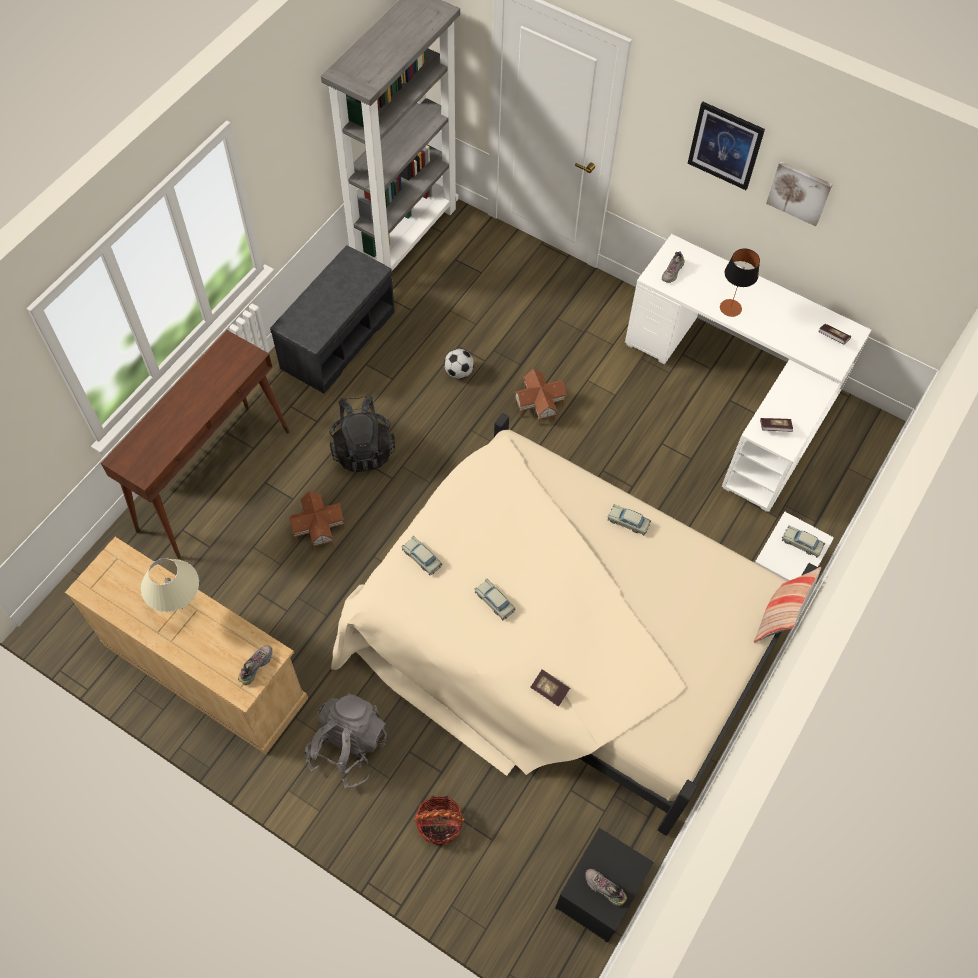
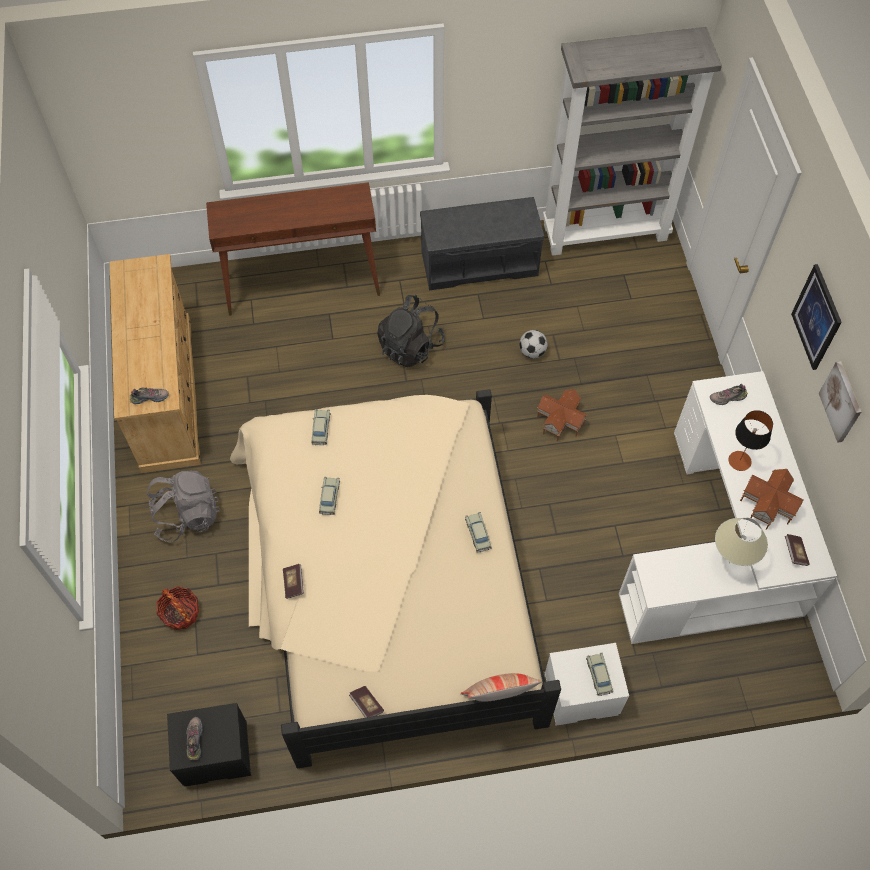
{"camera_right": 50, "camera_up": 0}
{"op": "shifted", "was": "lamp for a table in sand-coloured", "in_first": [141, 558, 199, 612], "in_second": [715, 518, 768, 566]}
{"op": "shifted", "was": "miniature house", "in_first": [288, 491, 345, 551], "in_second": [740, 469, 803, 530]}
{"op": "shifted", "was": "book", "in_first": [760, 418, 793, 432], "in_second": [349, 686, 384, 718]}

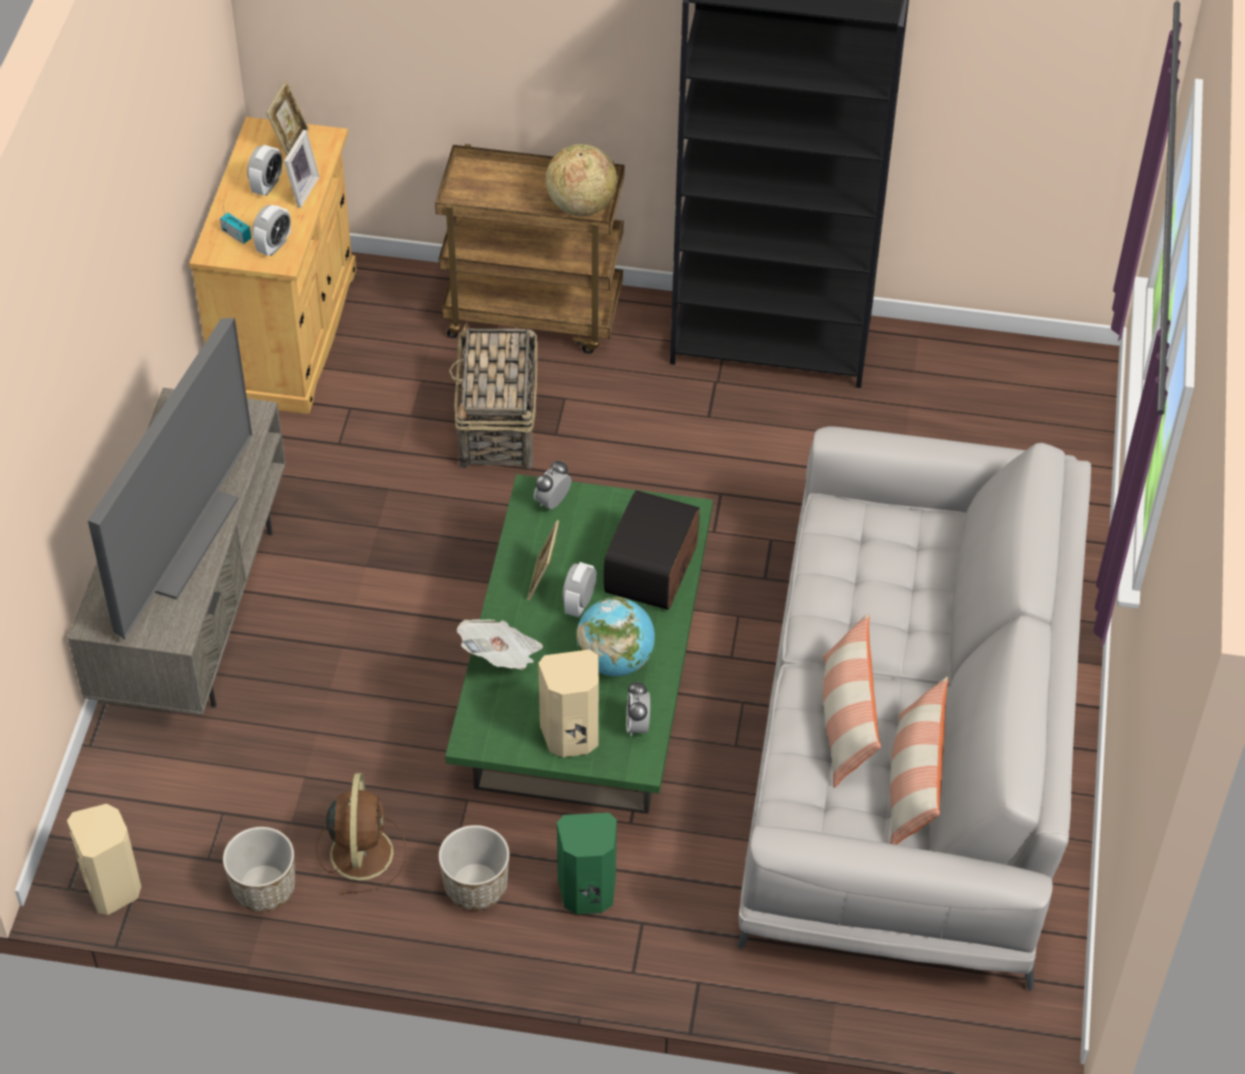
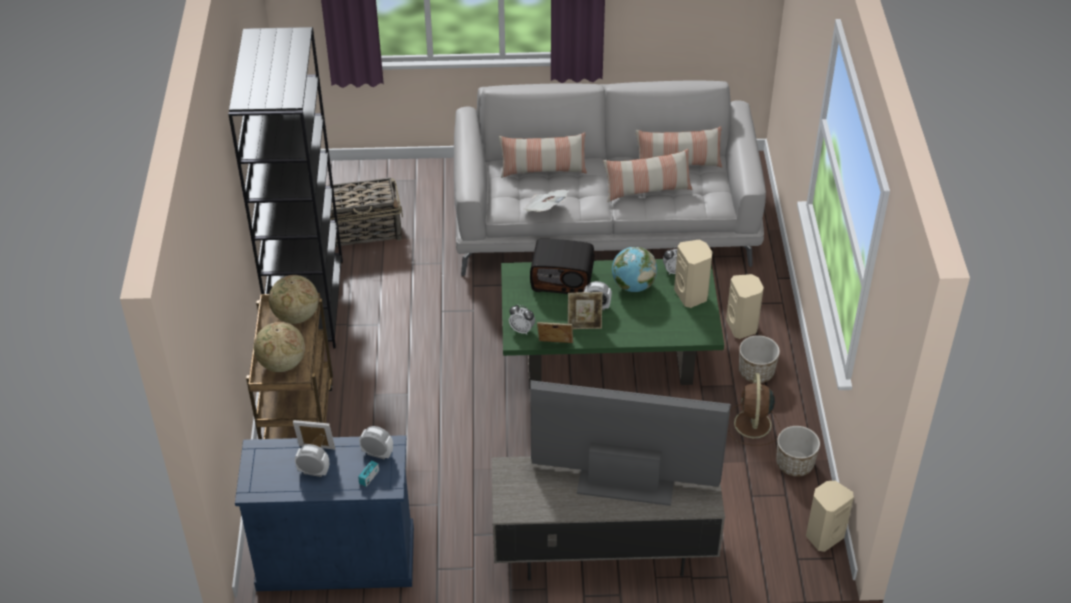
{"camera_right": -100, "camera_up": -5}
{"op": "new", "now": "globe", "in_second": [254, 322, 305, 372]}
{"op": "new", "now": "throw pillow", "in_second": [499, 133, 587, 178]}
{"op": "shifted", "was": "standing frame", "in_first": [266, 81, 309, 156], "in_second": [537, 322, 573, 343]}
{"op": "shifted", "was": "basket", "in_first": [449, 323, 538, 469], "in_second": [327, 178, 403, 248]}
{"op": "shifted", "was": "newspaper", "in_first": [457, 619, 543, 670], "in_second": [523, 189, 569, 212]}
{"op": "repainted", "was": "cabinet in sand-coloured", "now": "cabinet in bluish", "in_first": [189, 117, 357, 414], "in_second": [235, 435, 414, 591]}
{"op": "repainted", "was": "speaker in greenish", "now": "speaker in sand-coloured", "in_first": [557, 813, 617, 914], "in_second": [726, 274, 764, 339]}
{"op": "rotated", "was": "cooling fan in brown-coloured", "in_first": [316, 773, 407, 895], "in_second": [728, 373, 780, 446], "clockwise": -75}

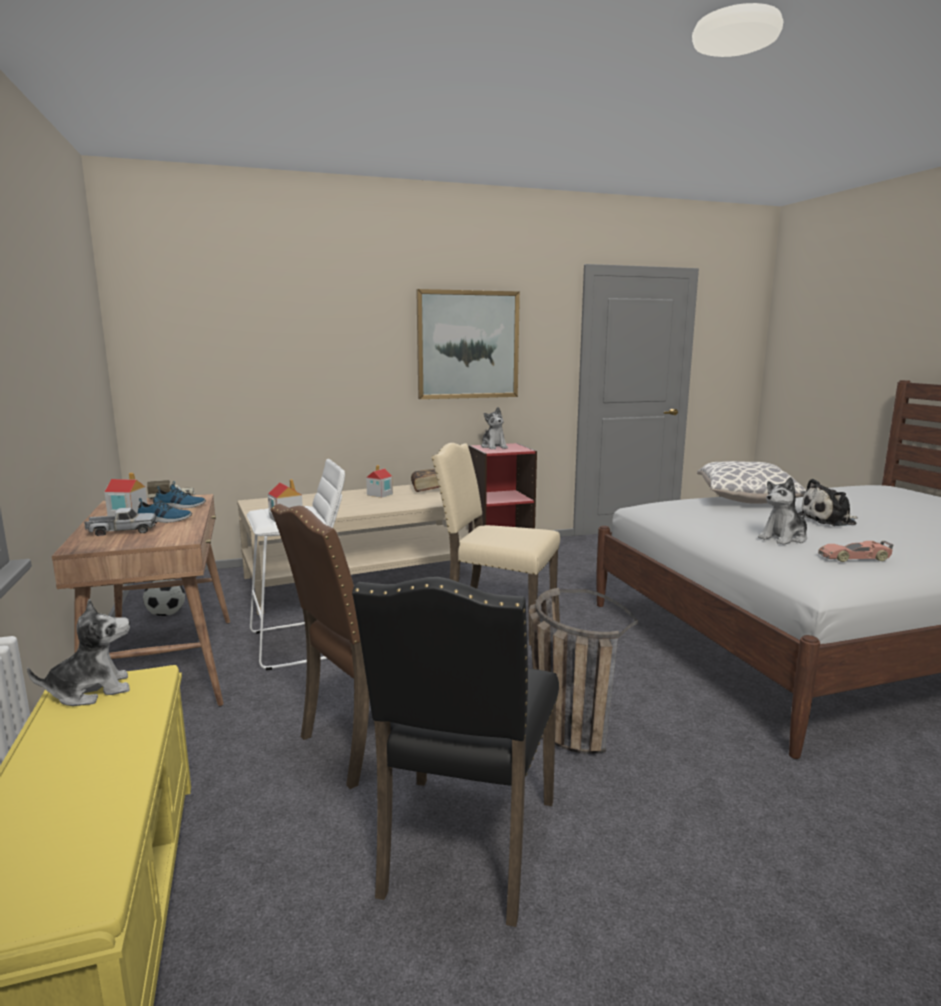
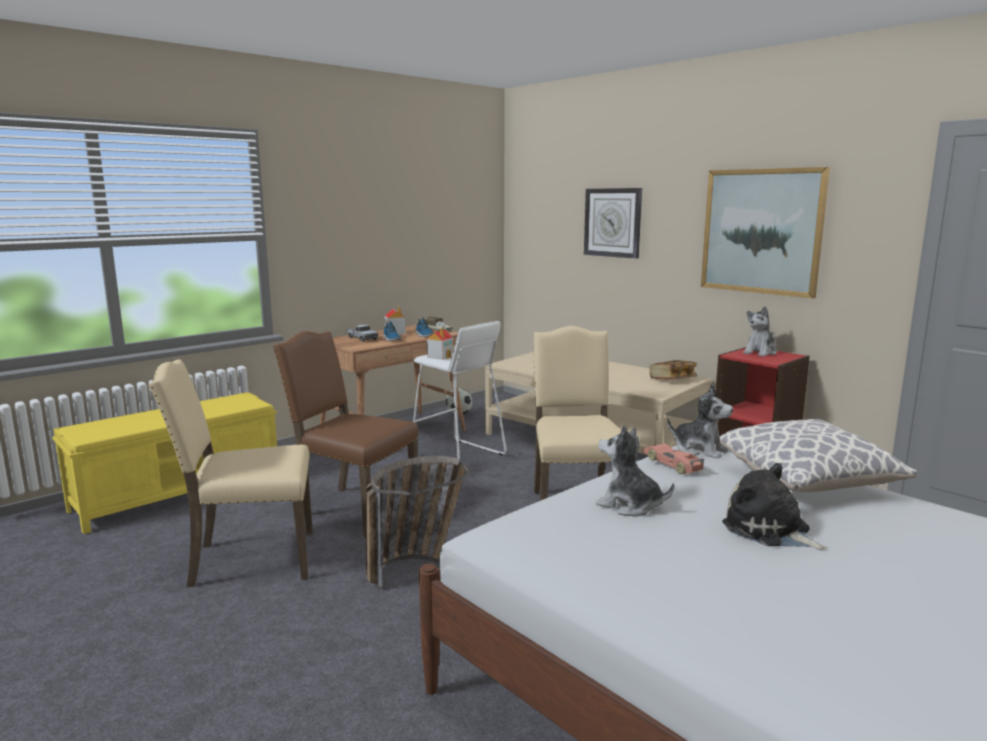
{"camera_right": 65, "camera_up": 0}
{"op": "gone", "was": "miniature house", "in_first": [366, 465, 393, 498]}
{"op": "new", "now": "clock on the wall", "in_second": [584, 188, 642, 259]}
{"op": "shifted", "was": "plush toy", "in_first": [27, 599, 130, 706], "in_second": [667, 385, 733, 458]}
{"op": "shifted", "was": "model car", "in_first": [818, 541, 893, 562], "in_second": [643, 444, 704, 474]}
{"op": "repainted", "was": "upright chair in black-coloured", "now": "upright chair in sand-coloured", "in_first": [352, 577, 559, 927], "in_second": [148, 359, 313, 587]}

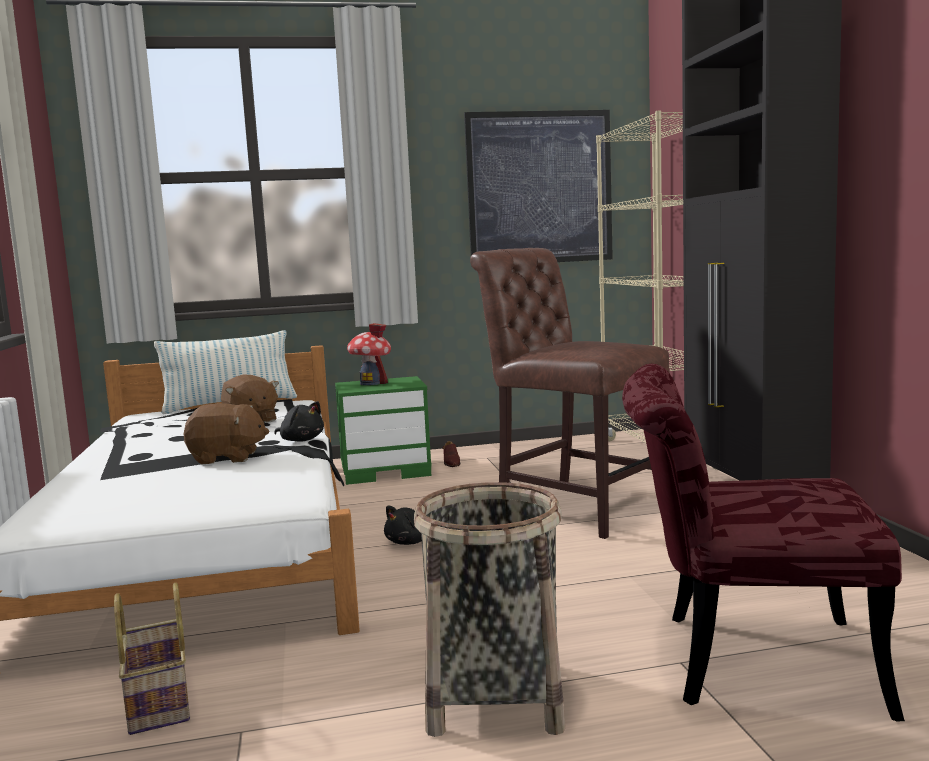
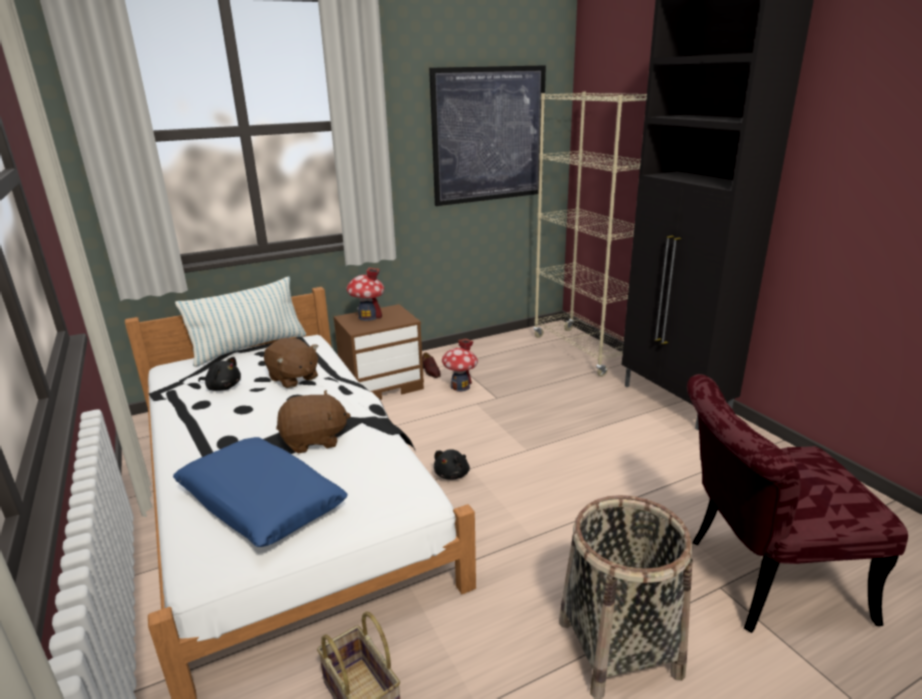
{"camera_right": -15, "camera_up": 15}
{"op": "gone", "was": "upright chair in brown-coloured", "in_first": [470, 248, 670, 539]}
{"op": "new", "now": "throw pillow in bluish", "in_second": [173, 437, 348, 547]}
{"op": "new", "now": "miniature house", "in_second": [442, 339, 478, 392]}
{"op": "shifted", "was": "plush toy in black-coloured", "in_first": [274, 401, 324, 442], "in_second": [198, 357, 241, 390]}
{"op": "repainted", "was": "night table in greenish", "now": "night table in brown-coloured", "in_first": [335, 376, 432, 485], "in_second": [334, 304, 424, 400]}

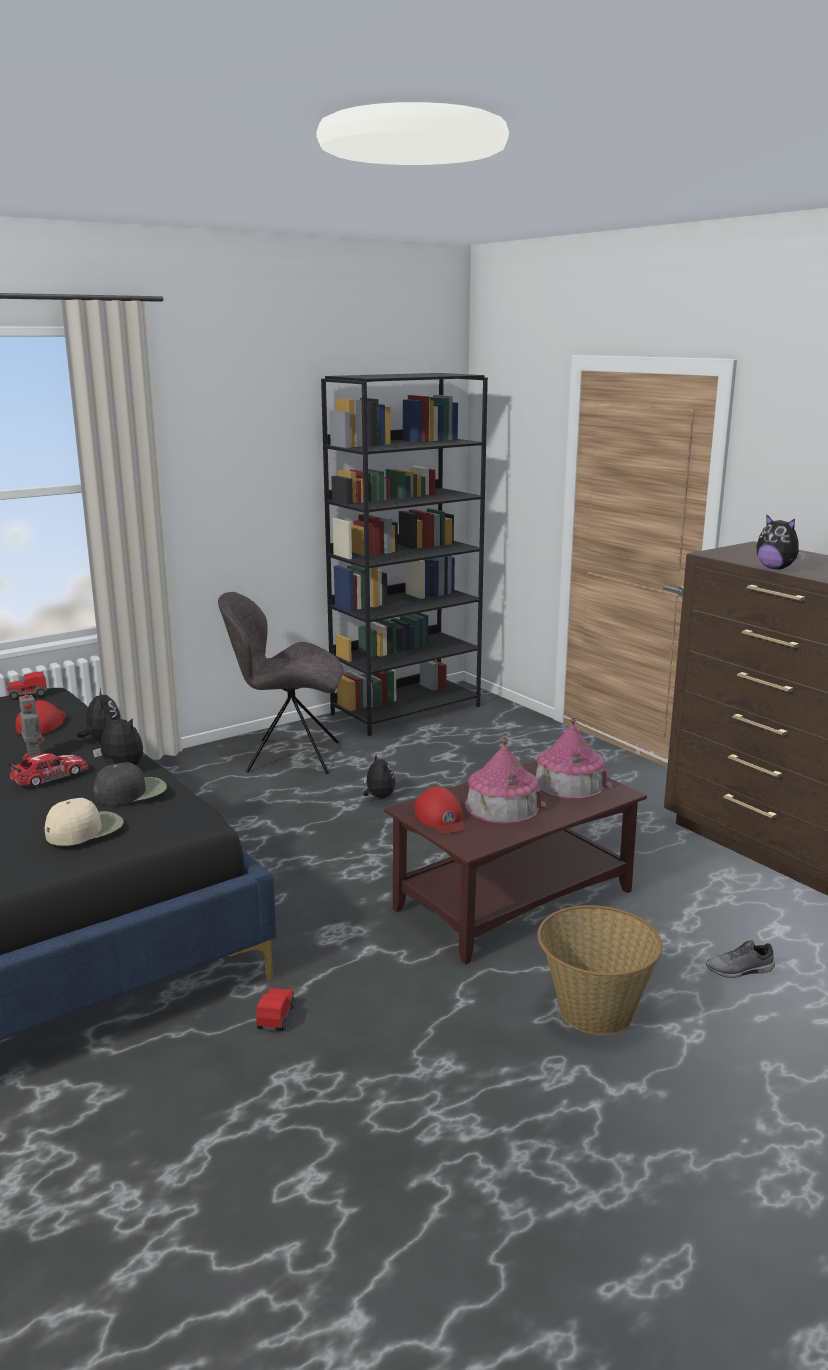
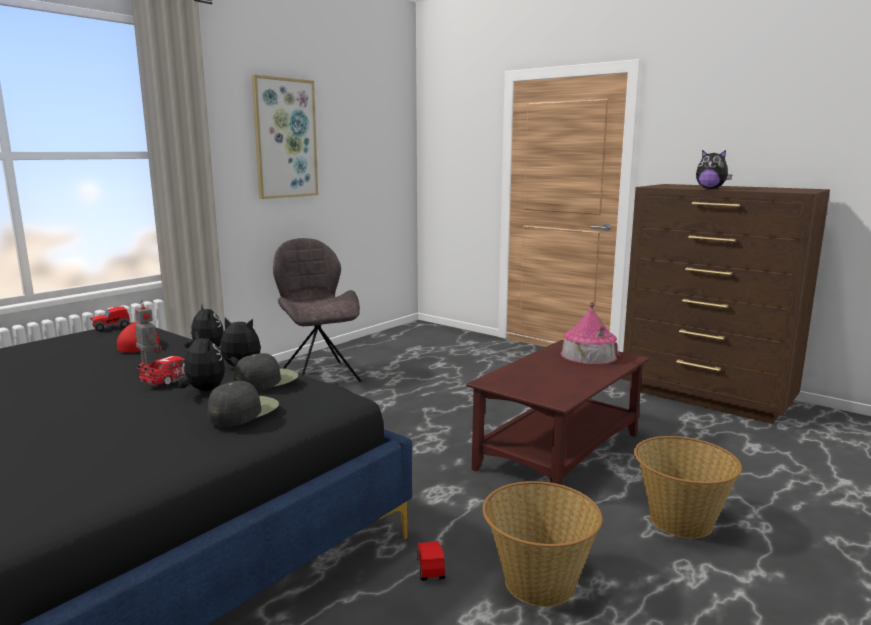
{"camera_right": -15, "camera_up": -5}
{"op": "gone", "was": "shelving unit in black-coloured", "in_first": [321, 373, 488, 736]}
{"op": "gone", "was": "peaked cap in red", "in_first": [415, 787, 465, 833]}
{"op": "gone", "was": "miniature house", "in_first": [465, 736, 547, 824]}
{"op": "gone", "was": "item of footwear in gray", "in_first": [706, 940, 775, 978]}
{"op": "new", "now": "wall picture", "in_second": [252, 74, 318, 199]}
{"op": "new", "now": "basket", "in_second": [482, 481, 603, 607]}
{"op": "shifted", "was": "plush toy", "in_first": [363, 754, 395, 799], "in_second": [178, 331, 225, 391]}
{"op": "repainted", "was": "peaked cap in sand-coloured", "now": "peaked cap in black-coloured", "in_first": [45, 798, 124, 846], "in_second": [208, 381, 279, 426]}
{"op": "rotated", "was": "upright chair in gray", "in_first": [218, 592, 344, 774], "in_second": [273, 238, 361, 382], "clockwise": 75}

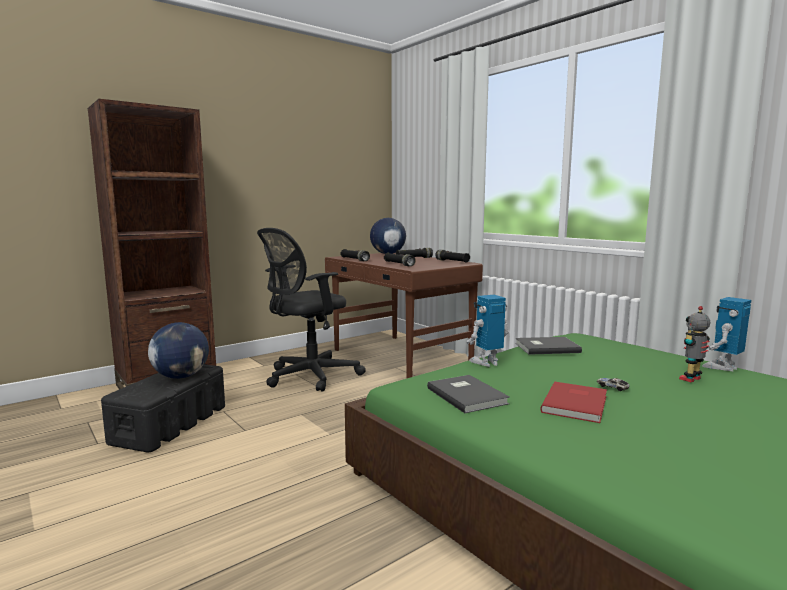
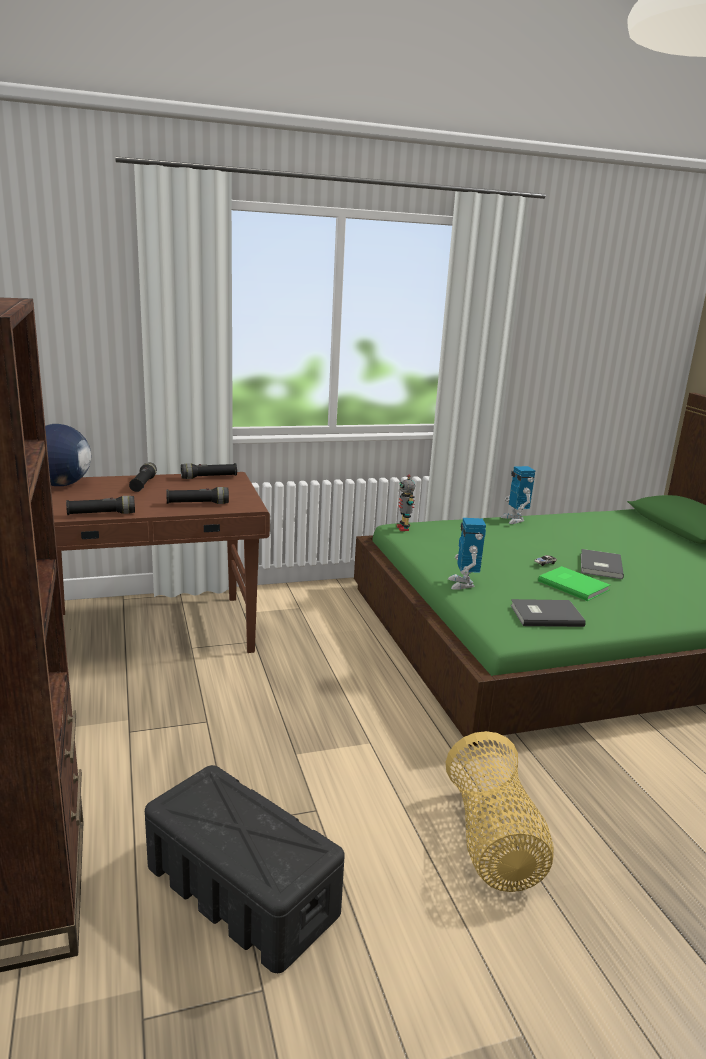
{"camera_right": -70, "camera_up": 10}
{"op": "gone", "was": "globe", "in_first": [148, 322, 209, 379]}
{"op": "gone", "was": "computer chair in black-coloured", "in_first": [257, 228, 366, 392]}
{"op": "new", "now": "basket", "in_second": [446, 731, 554, 892]}
{"op": "shifted", "was": "book in gray", "in_first": [515, 337, 582, 355], "in_second": [581, 549, 624, 579]}
{"op": "shifted", "was": "toy robot", "in_first": [679, 306, 710, 382], "in_second": [396, 474, 415, 531]}
{"op": "repainted", "was": "book in red", "now": "book in greenish", "in_first": [540, 381, 607, 423], "in_second": [538, 566, 610, 601]}

